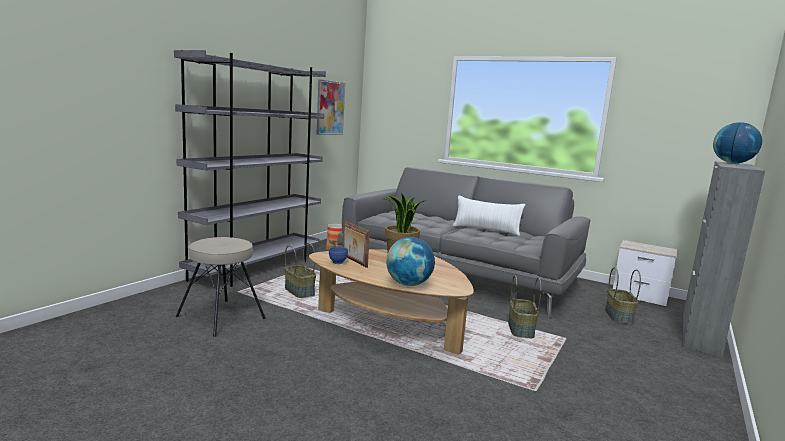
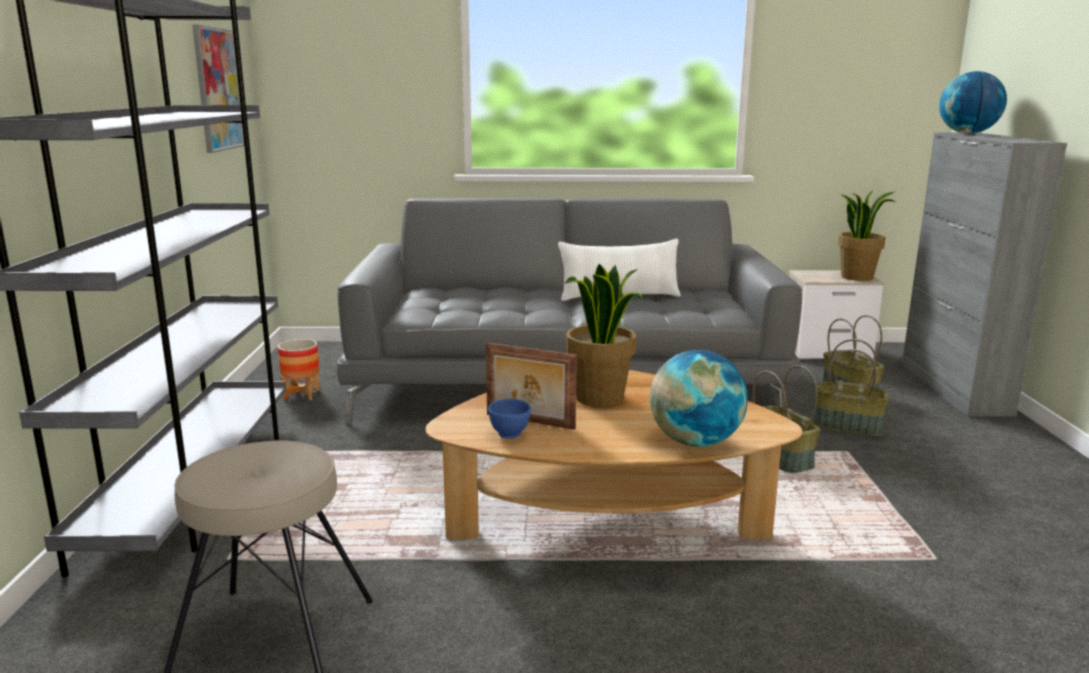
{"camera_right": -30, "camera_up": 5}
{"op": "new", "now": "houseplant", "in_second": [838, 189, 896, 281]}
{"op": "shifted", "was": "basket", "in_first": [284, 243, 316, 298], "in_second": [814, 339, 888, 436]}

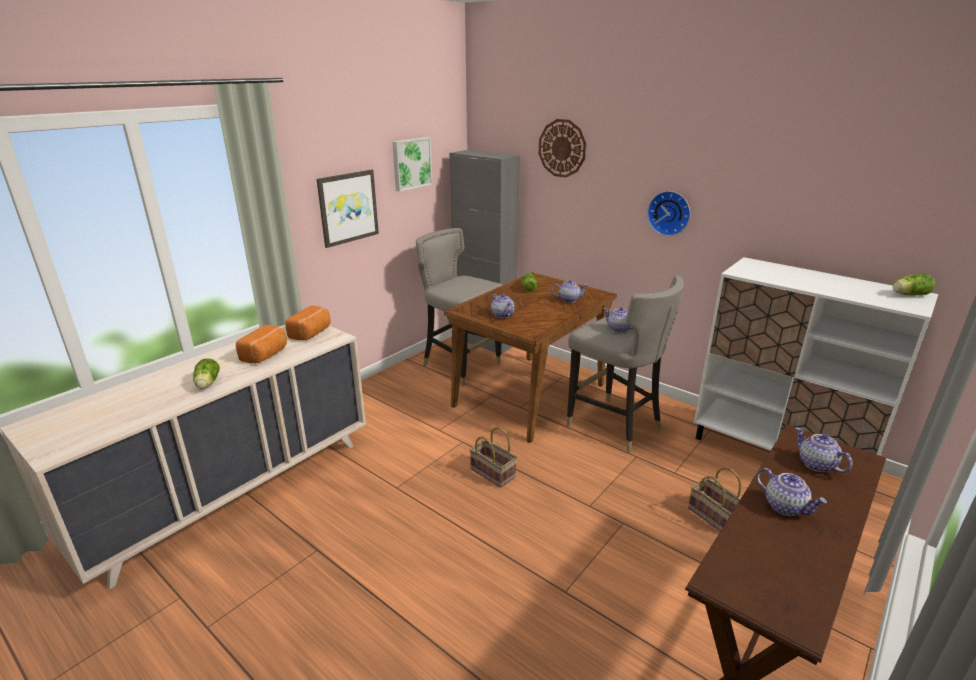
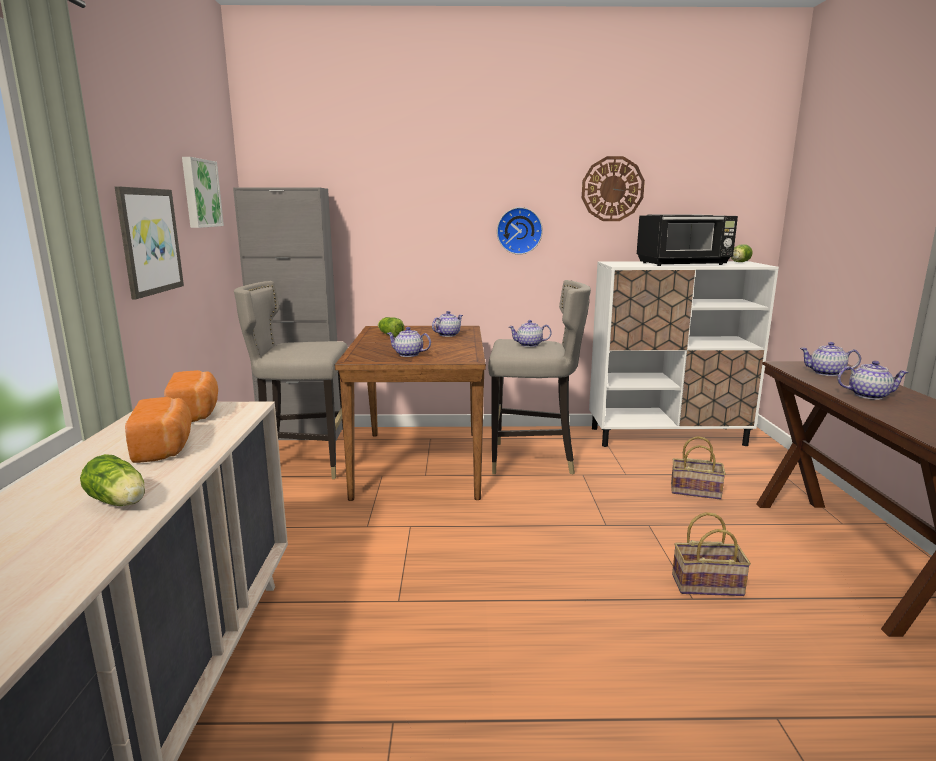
{"camera_right": -40, "camera_up": -10}
{"op": "new", "now": "microwave in black-coloured", "in_second": [637, 214, 738, 266]}
{"op": "shifted", "was": "basket", "in_first": [470, 427, 517, 488], "in_second": [672, 512, 751, 596]}
{"op": "shifted", "was": "clock on the wall", "in_first": [539, 119, 586, 178], "in_second": [582, 156, 645, 221]}

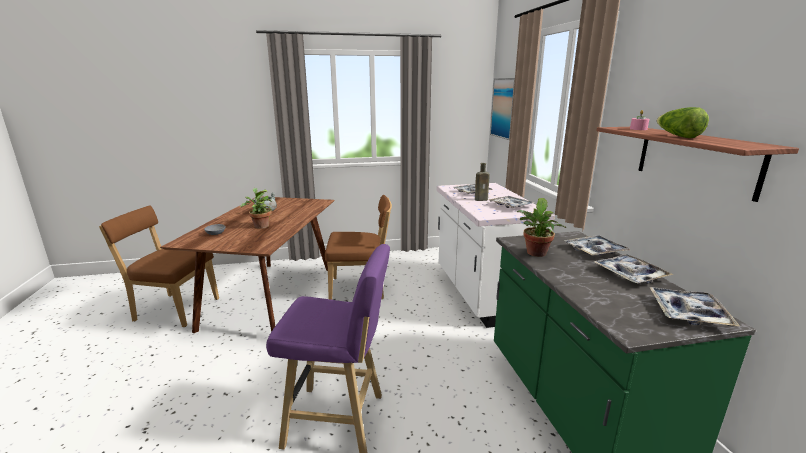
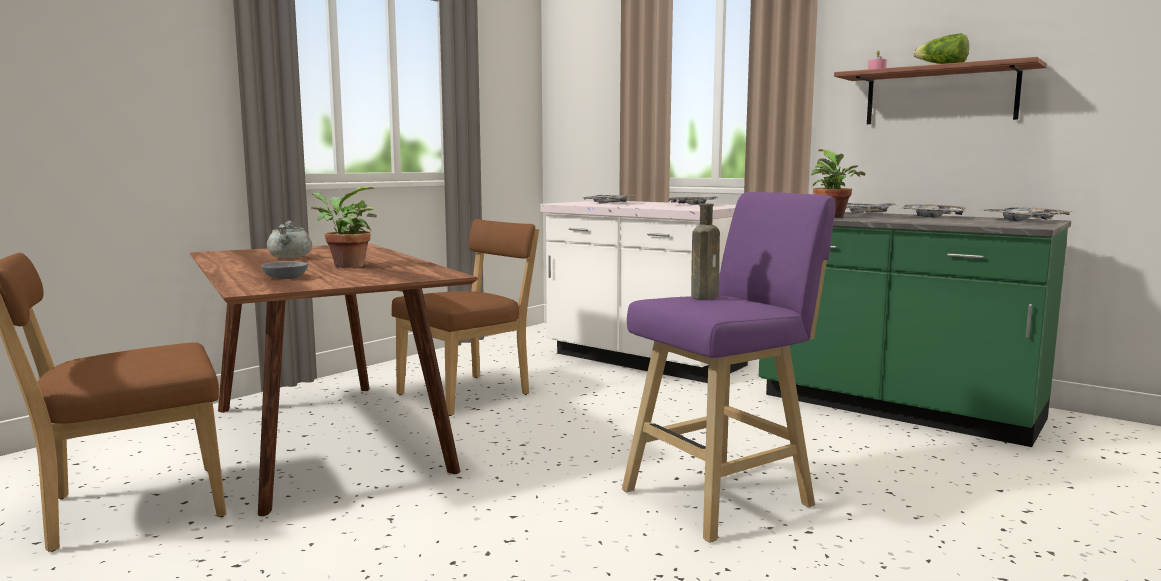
{"camera_right": -40, "camera_up": -10}
{"op": "gone", "was": "wall picture", "in_first": [490, 78, 515, 140]}
{"op": "shifted", "was": "bottle in brown-coloured", "in_first": [475, 163, 490, 201], "in_second": [691, 203, 720, 299]}

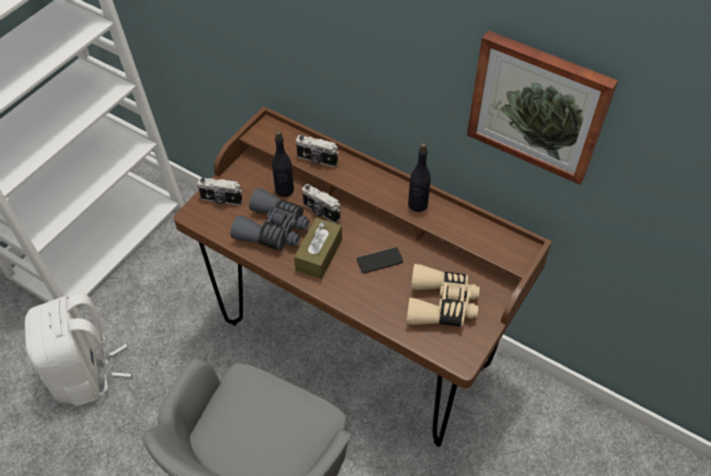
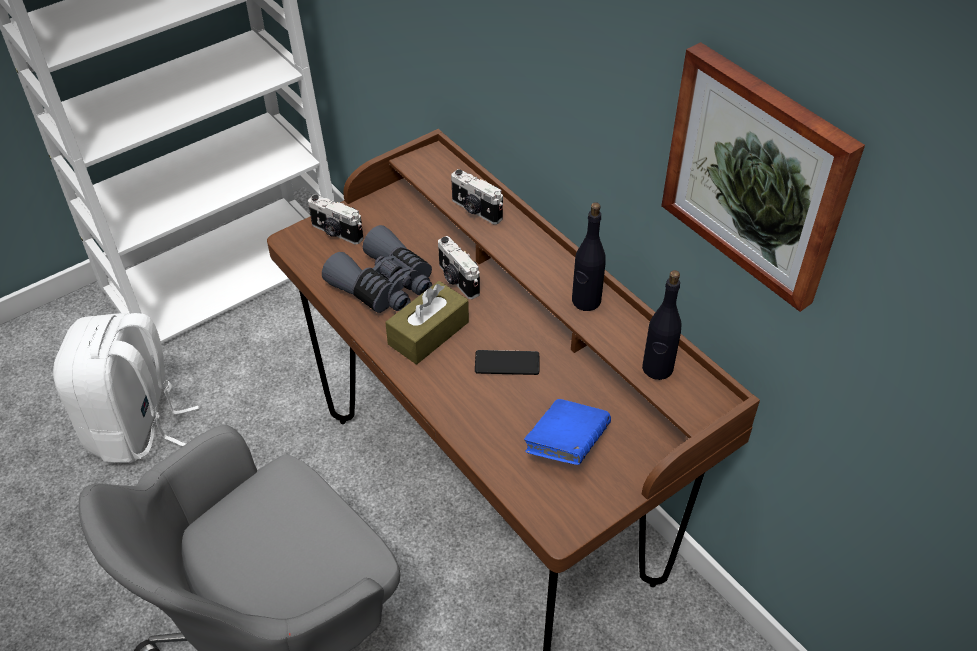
{"camera_right": 20, "camera_up": -5}
{"op": "shifted", "was": "bottle in black-coloured", "in_first": [272, 130, 294, 197], "in_second": [642, 270, 682, 380]}
{"op": "swapped", "was": "pair of binoculars in sand-coloured", "now": "book in bluish", "in_first": [406, 264, 480, 327], "in_second": [524, 399, 611, 465]}

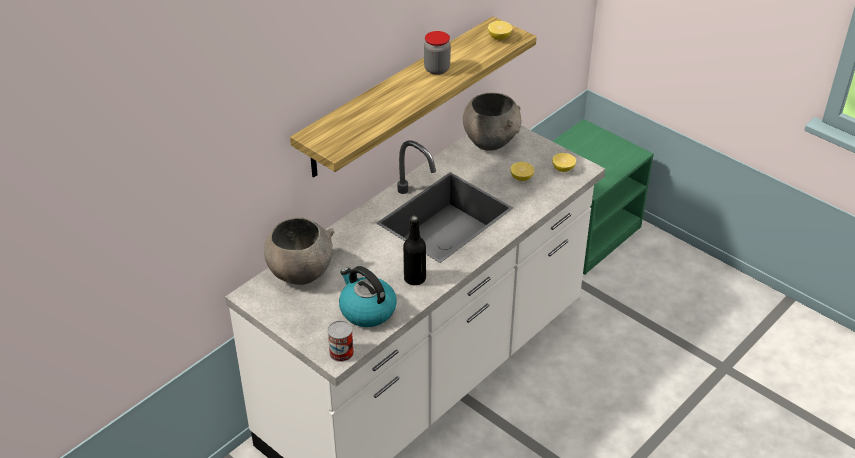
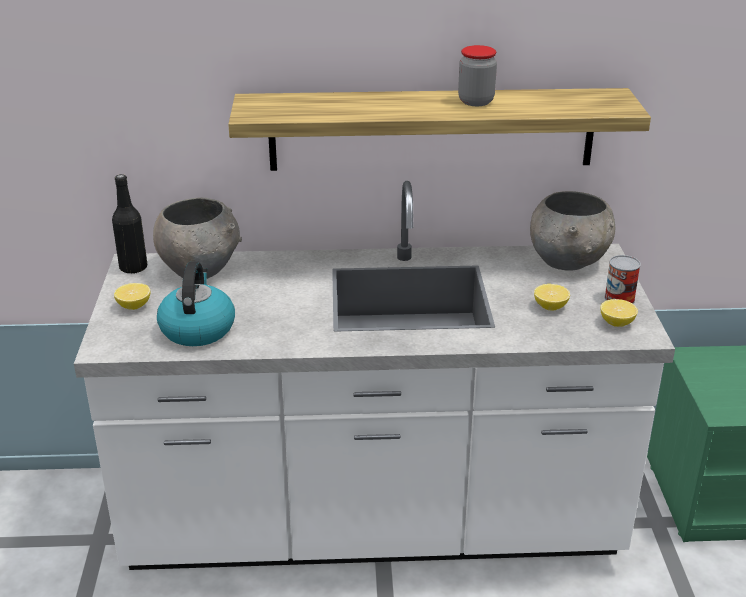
{"camera_right": 45, "camera_up": -10}
{"op": "shifted", "was": "can", "in_first": [327, 320, 354, 362], "in_second": [604, 255, 641, 304]}
{"op": "shifted", "was": "bottle in black-coloured", "in_first": [403, 216, 426, 286], "in_second": [112, 174, 147, 273]}
{"op": "shifted", "was": "citrus fruit", "in_first": [488, 21, 513, 40], "in_second": [114, 283, 151, 310]}

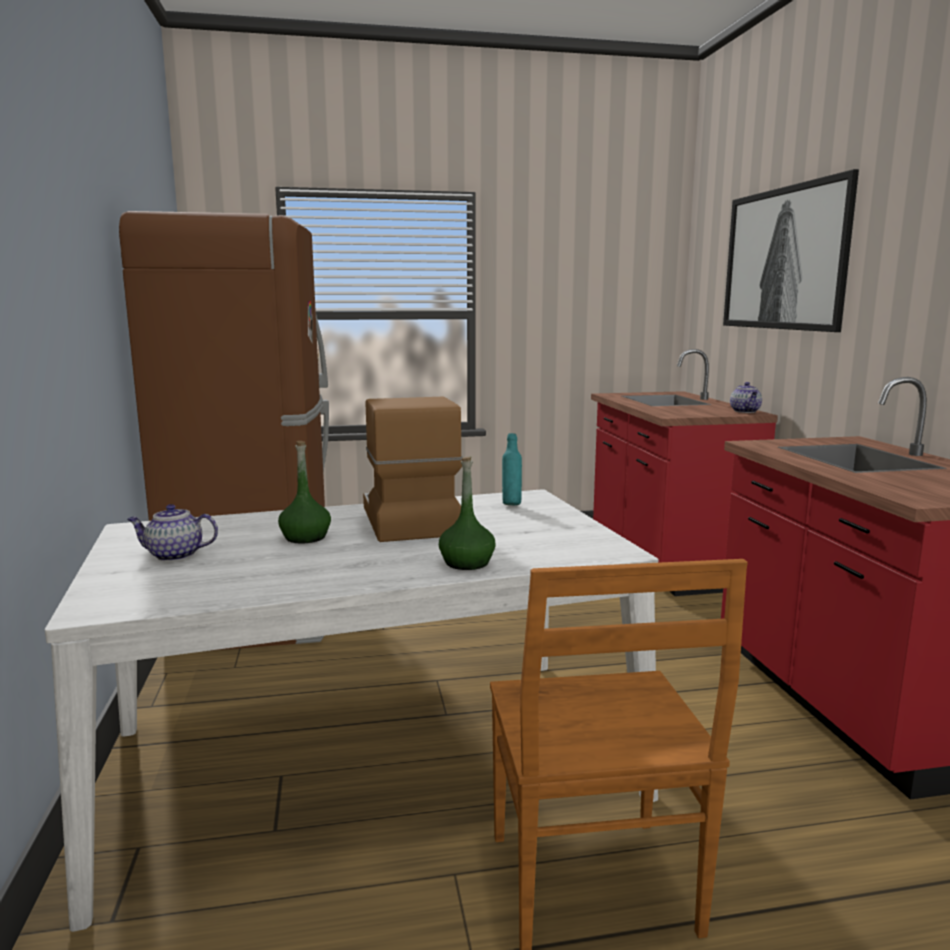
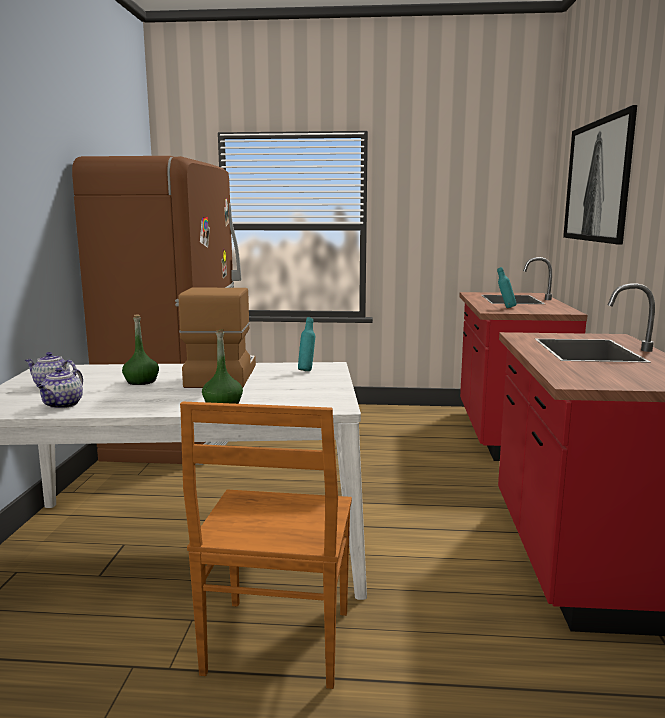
{"camera_right": 15, "camera_up": 0}
{"op": "new", "now": "bottle in blue-green", "in_second": [497, 267, 517, 308]}
{"op": "shifted", "was": "tea pot", "in_first": [730, 382, 762, 413], "in_second": [36, 368, 83, 409]}

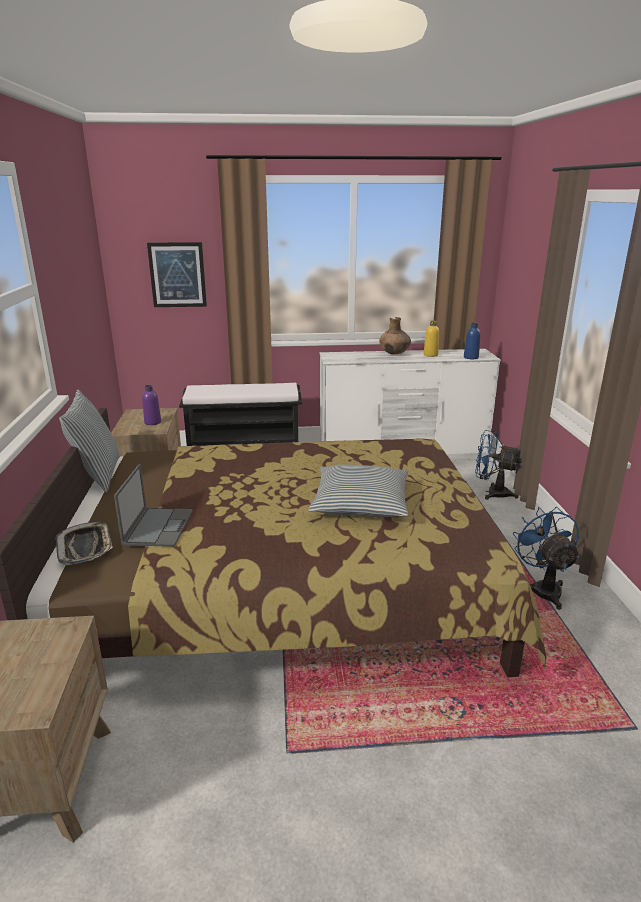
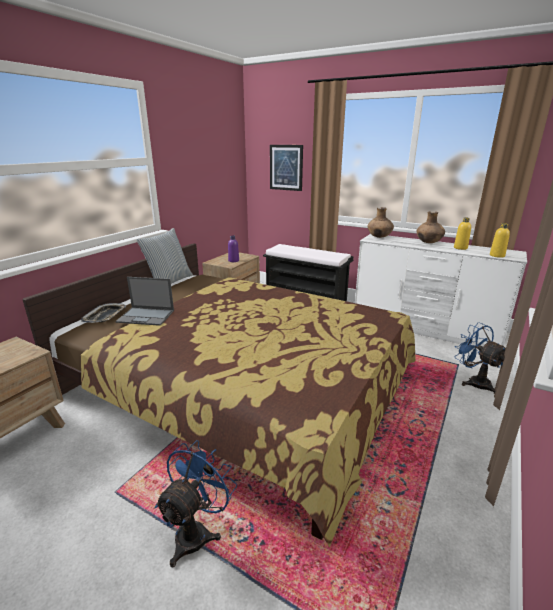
{"camera_right": 35, "camera_up": 0}
{"op": "gone", "was": "throw pillow", "in_first": [308, 465, 408, 517]}
{"op": "new", "now": "vase in brown-coloured", "in_second": [367, 207, 394, 238]}
{"op": "shifted", "was": "cooling fan in bluish", "in_first": [513, 507, 580, 610], "in_second": [155, 440, 237, 567]}
{"op": "repainted", "was": "bottle in bluish", "now": "bottle in yellow", "in_first": [464, 323, 480, 359], "in_second": [490, 223, 510, 258]}
{"op": "rotated", "was": "portable computer", "in_first": [114, 464, 193, 547], "in_second": [116, 277, 174, 326], "clockwise": 60}

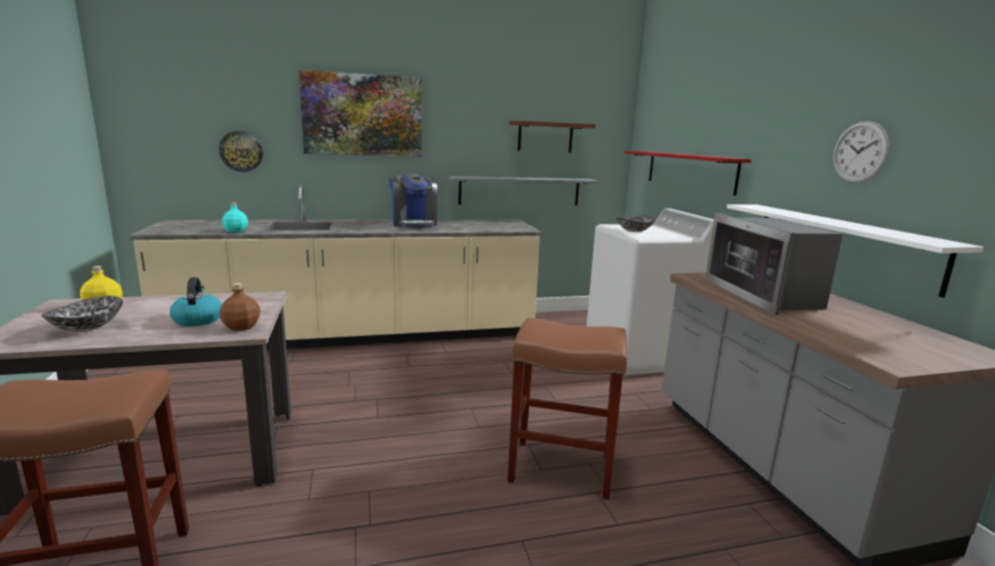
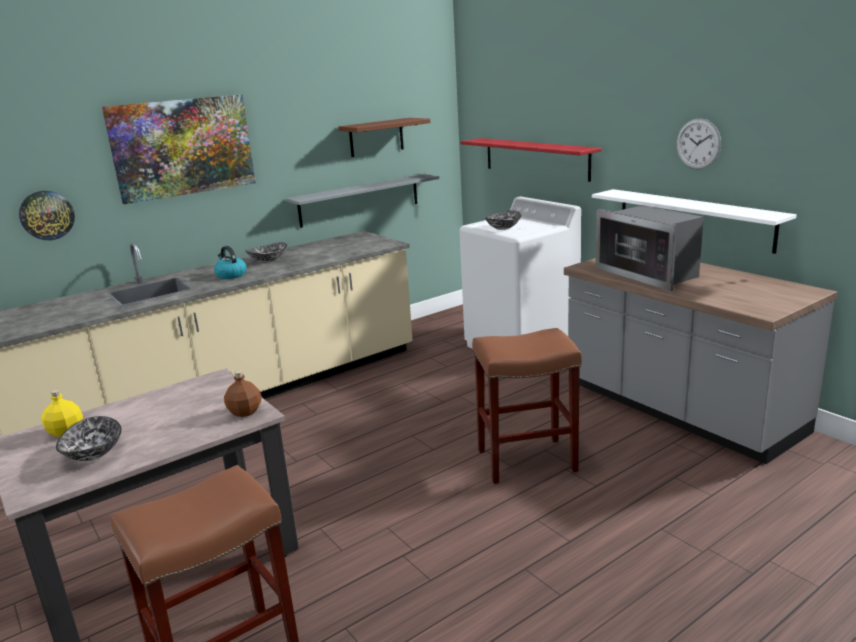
{"camera_right": -20, "camera_up": 5}
{"op": "gone", "was": "bottle in blue-green", "in_first": [222, 202, 248, 233]}
{"op": "shifted", "was": "tea kettle", "in_first": [170, 277, 222, 326], "in_second": [214, 246, 247, 279]}
{"op": "swapped", "was": "coffee maker", "now": "bowl", "in_first": [389, 173, 437, 227], "in_second": [245, 242, 287, 263]}

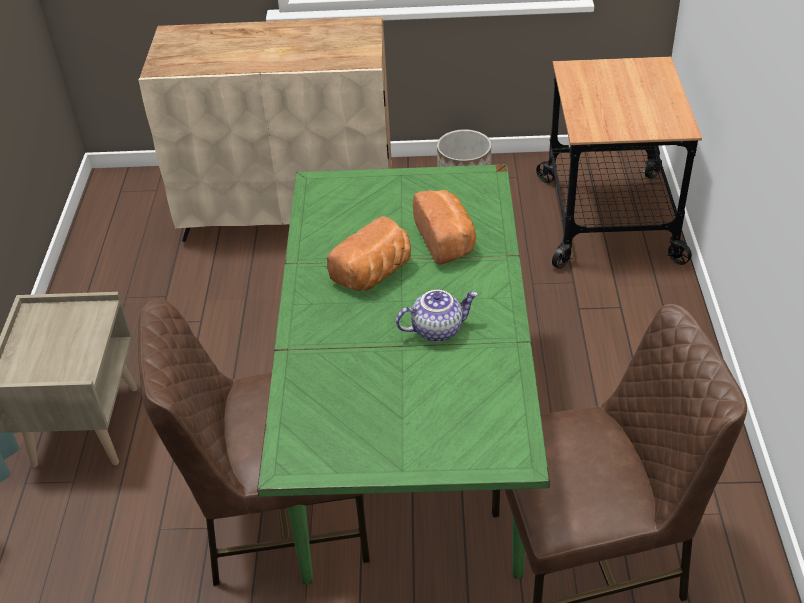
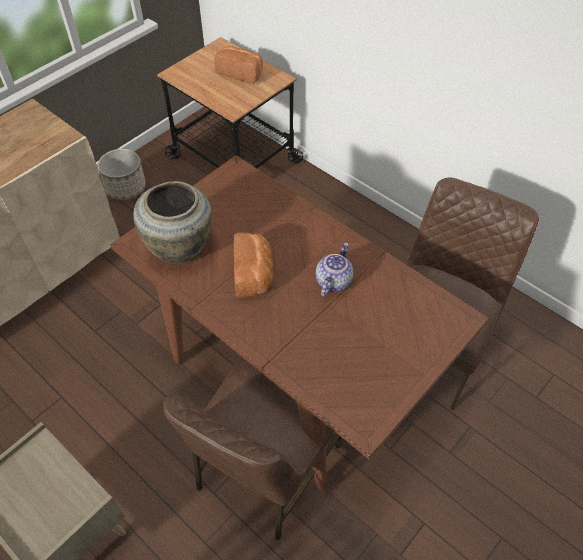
{"camera_right": -50, "camera_up": 10}
{"op": "new", "now": "vase in sand-coloured", "in_second": [133, 181, 212, 264]}
{"op": "shifted", "was": "bakery bread", "in_first": [413, 190, 476, 265], "in_second": [214, 46, 263, 84]}
{"op": "repainted", "was": "dinner table in greenish", "now": "dinner table in brown-coloured", "in_first": [257, 164, 550, 585], "in_second": [110, 155, 489, 490]}

